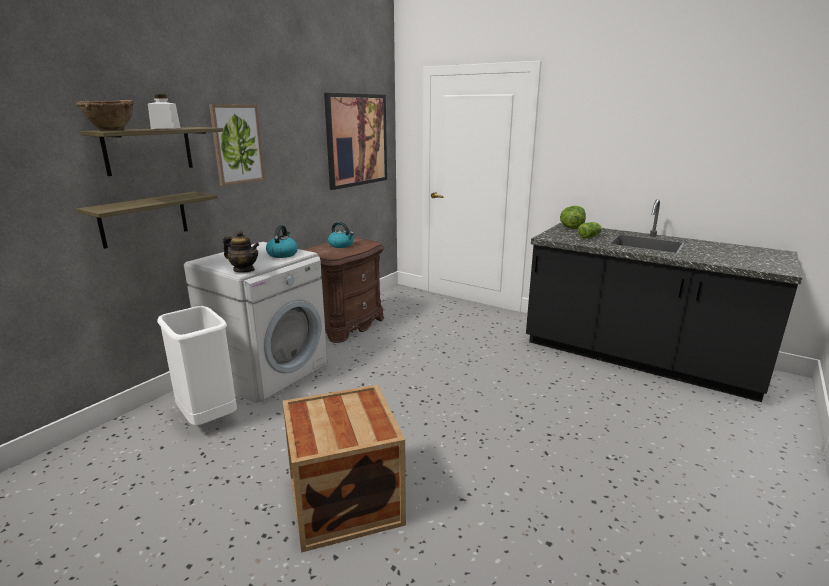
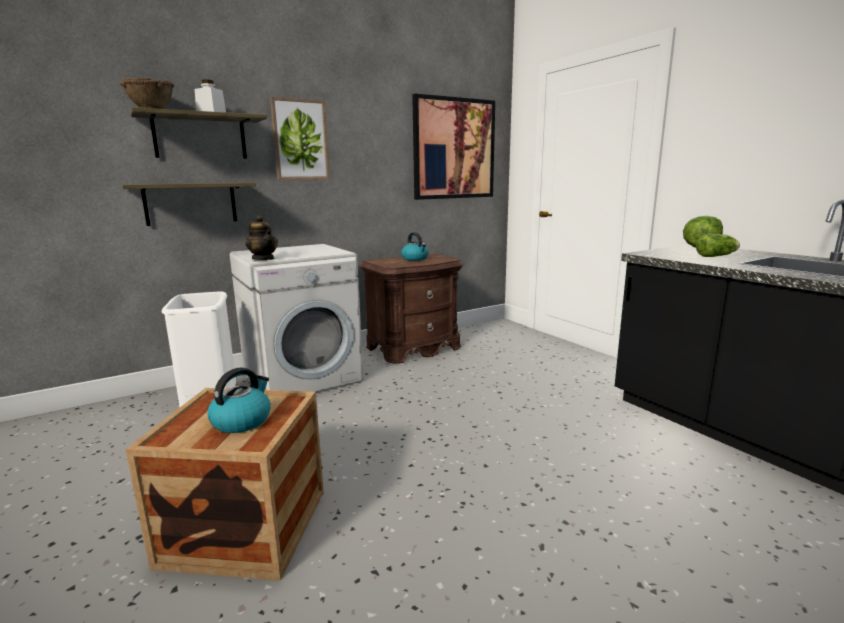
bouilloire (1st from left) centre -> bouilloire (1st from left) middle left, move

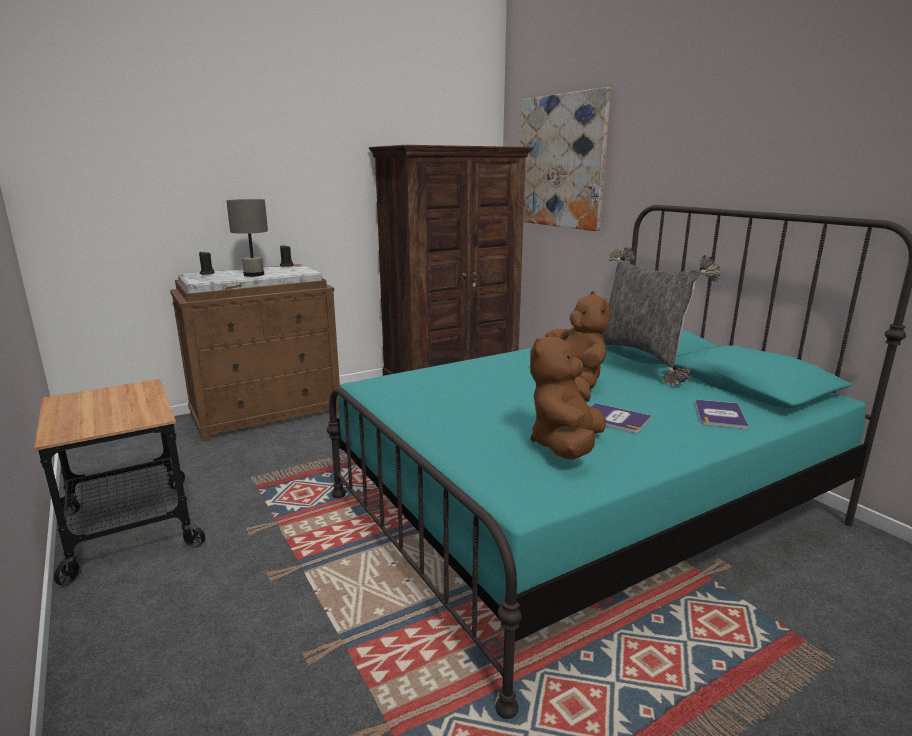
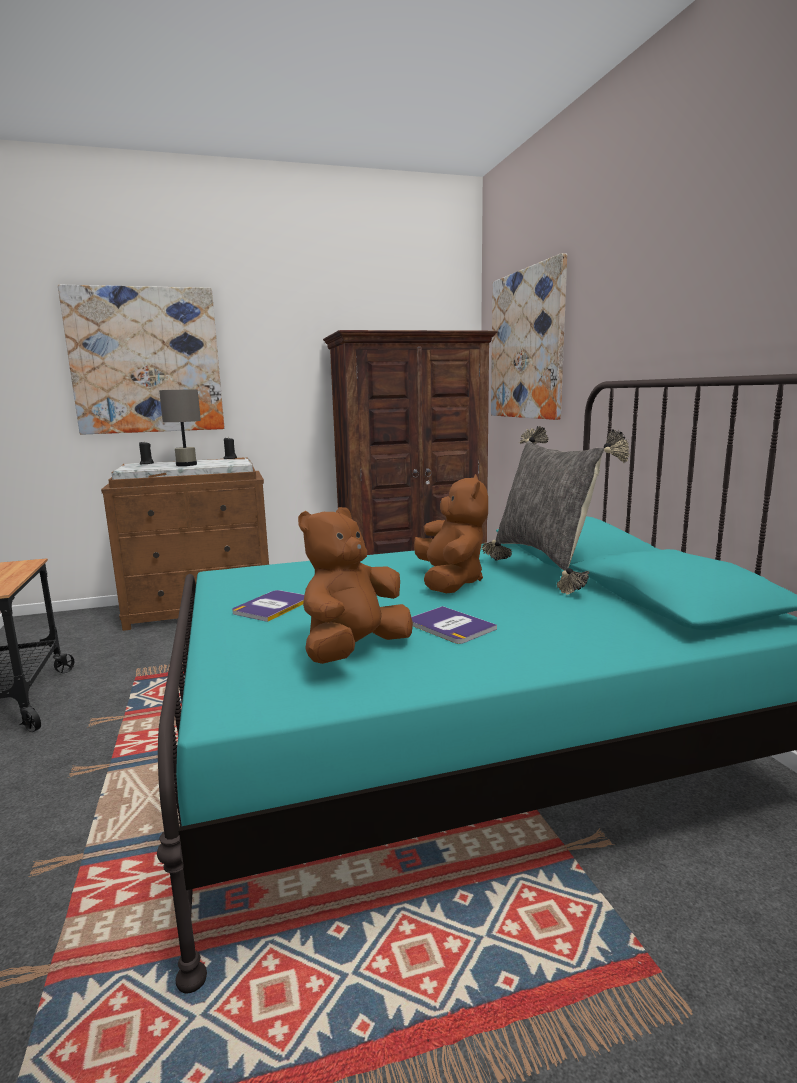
livre (2nd from left in the first image) middle right -> livre (1st from left) centre, move
none -> tableau (1st from left) top left

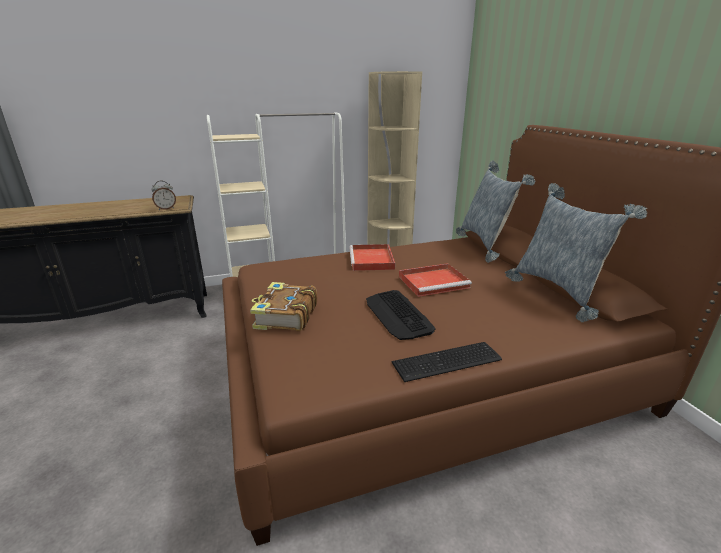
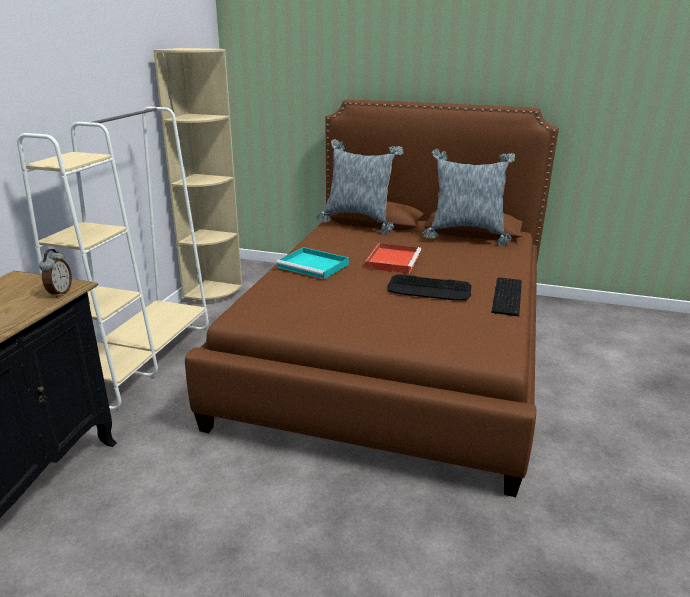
livre centre -> none
plateau (rouge) (1st from left) centre -> plateau (turquoise) centre

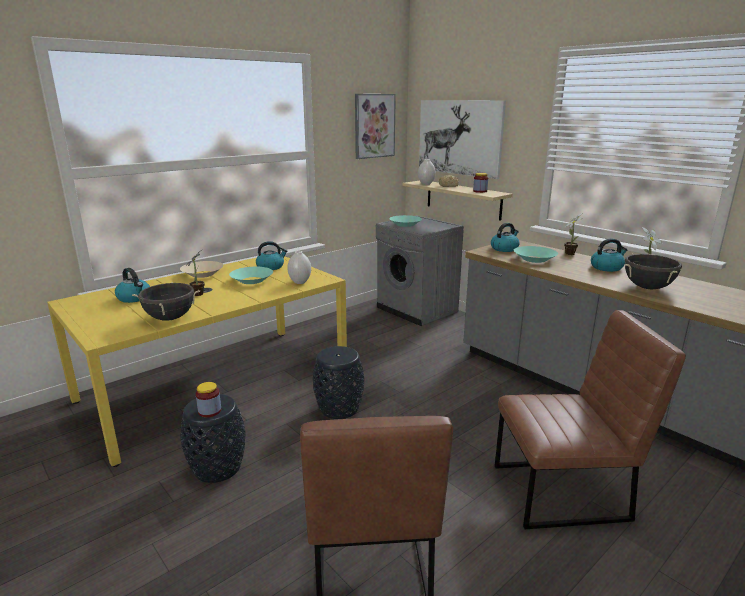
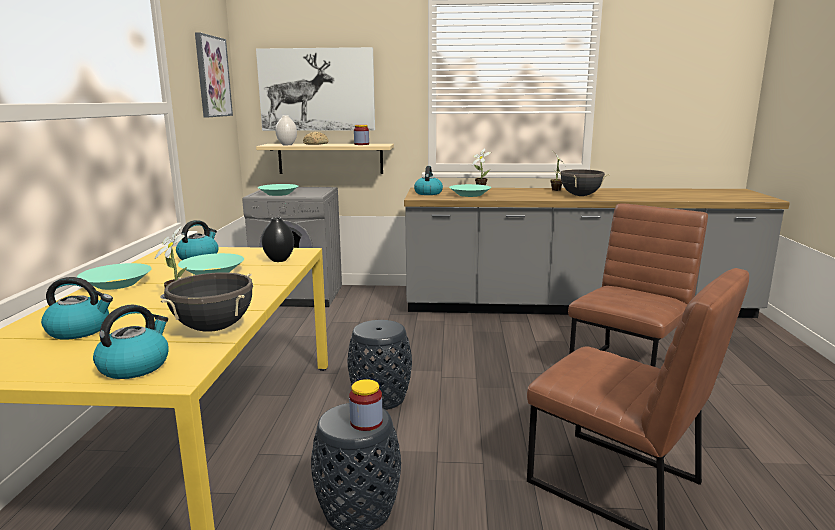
bol (beige) middle left -> bol (turquoise) (1st from left) middle left
vase (blanc) (1st from left) centre -> vase (noir) middle left
bouilloire (4th from left in the first image) middle right -> bouilloire (2nd from left) middle left, move

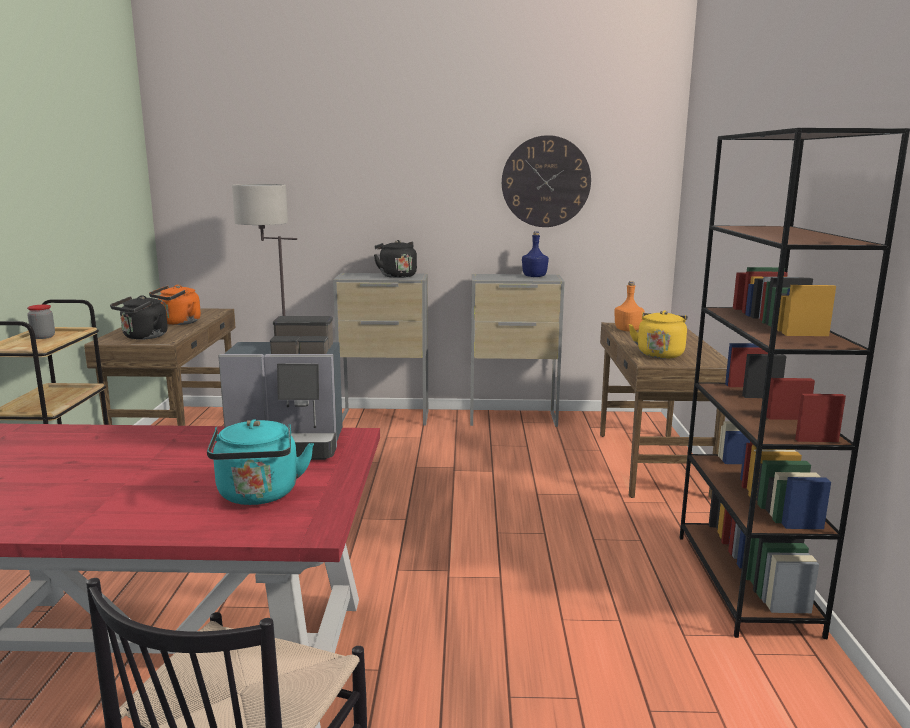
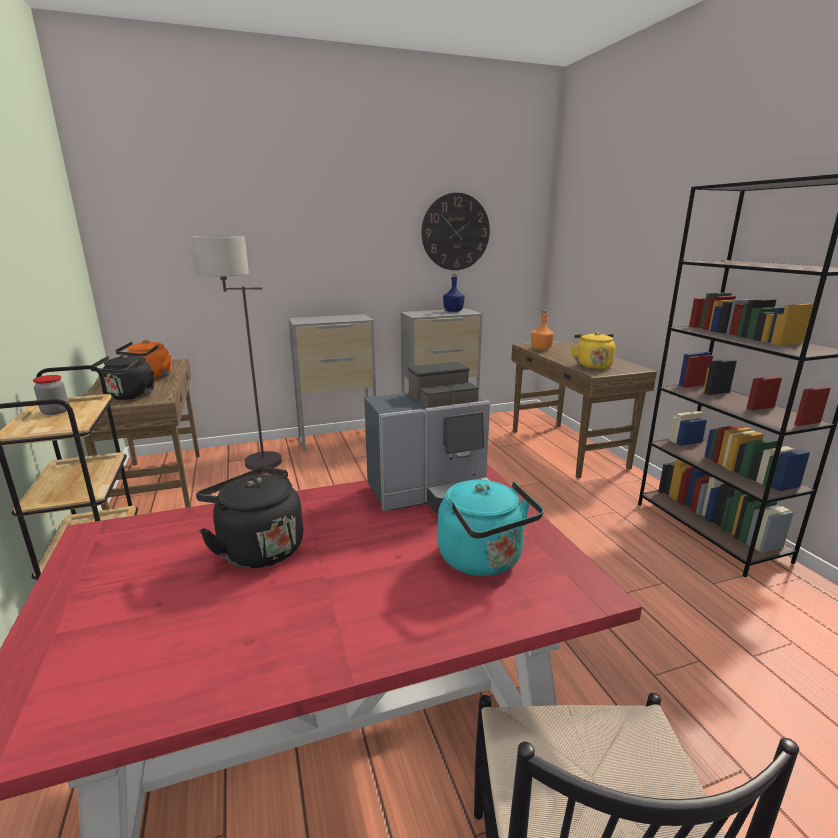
bouilloire (noir) (2nd from left) centre -> bouilloire (noir) (2nd from left) middle left, move

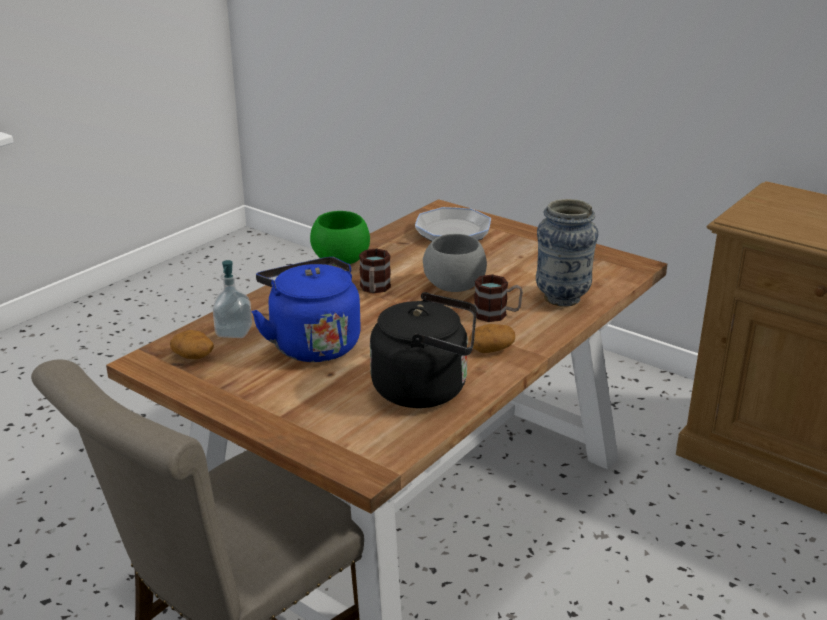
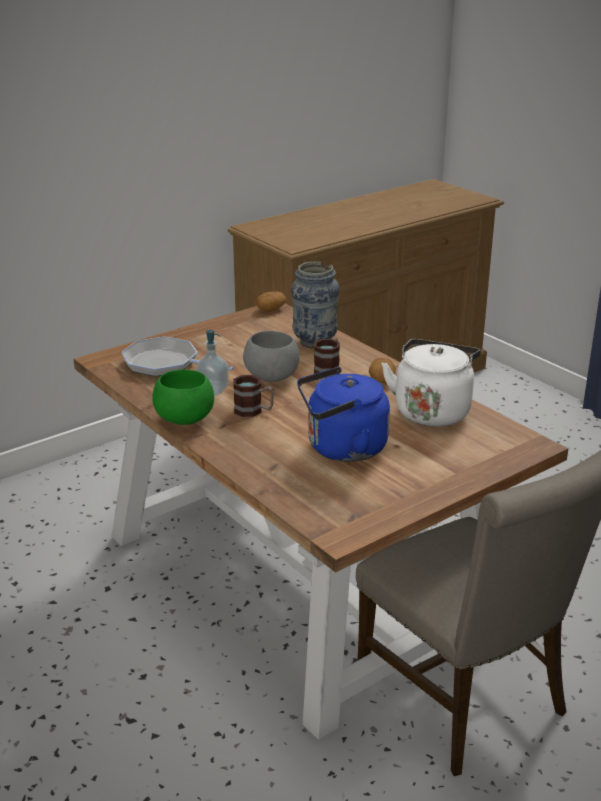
pomme de terre (1st from left) middle left -> pomme de terre (1st from left) centre, move
distributeur de savon middle left -> distributeur de savon centre, move
bouilloire (noir) centre -> bouilloire (blanc) middle right

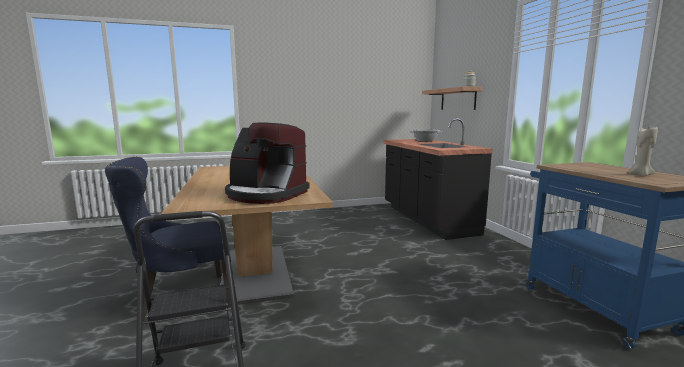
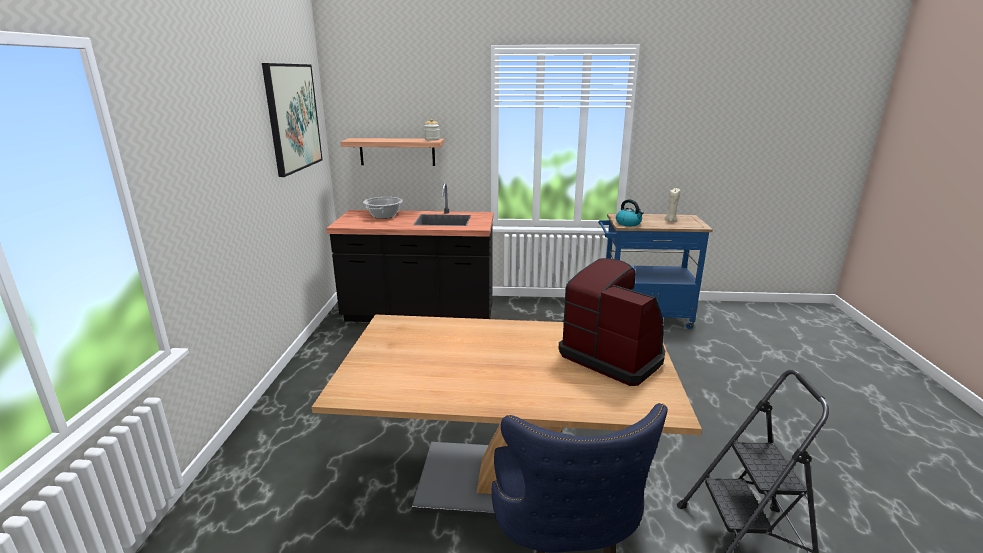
machine à café centre, 90 degrees counterclockwise
none -> tableau top left
none -> bouilloire centre

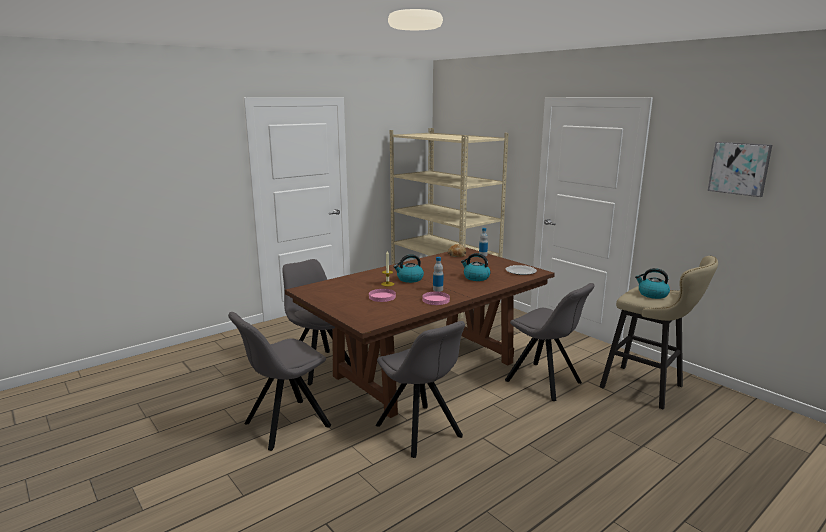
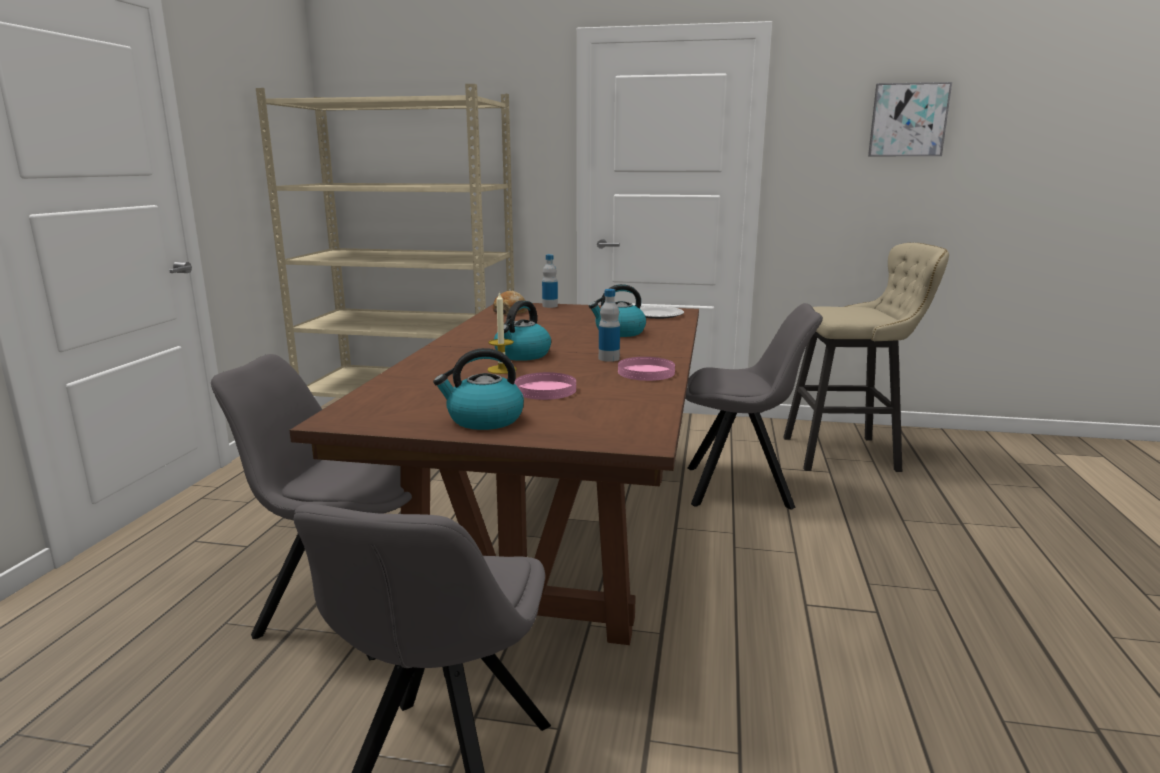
chaise (gris) (3rd from left) bottom centre -> none
bouilloire (3rd from left in the first image) middle right -> bouilloire (1st from left) centre, move

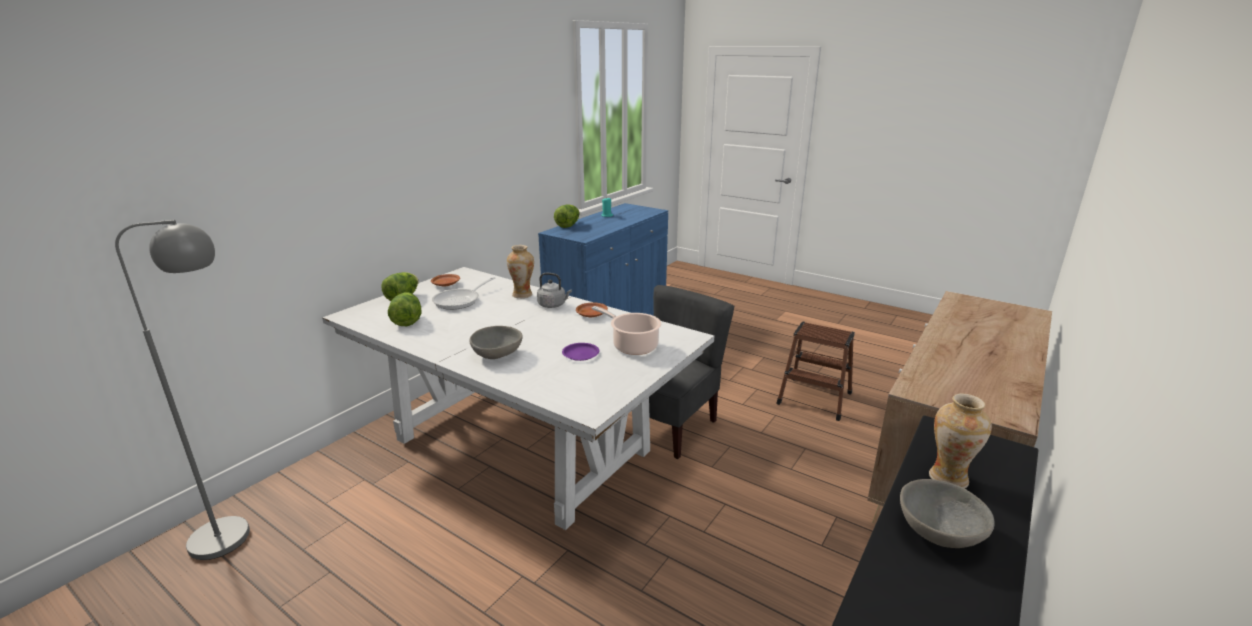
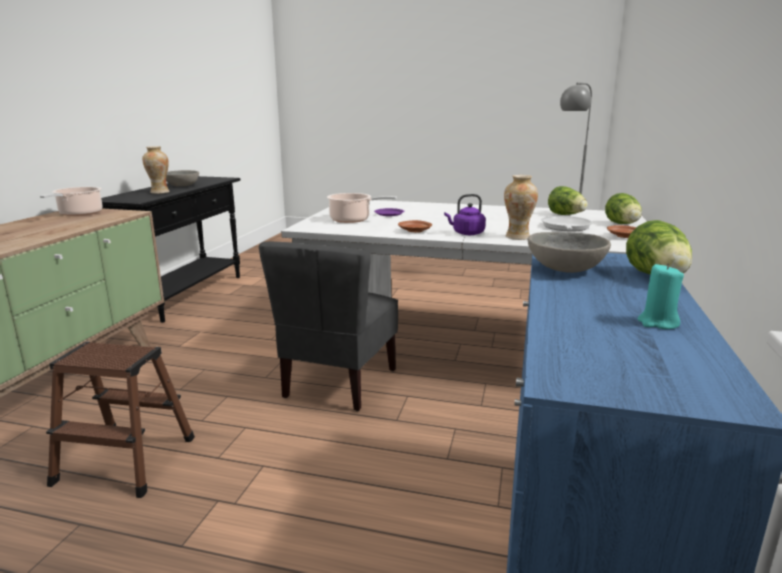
bol (gris) (1st from left in the first image) centre -> bol (gris) (2nd from left) middle right, move
bouilloire (gris) centre -> bouilloire (violet) centre
none -> marmite (1st from left) middle left

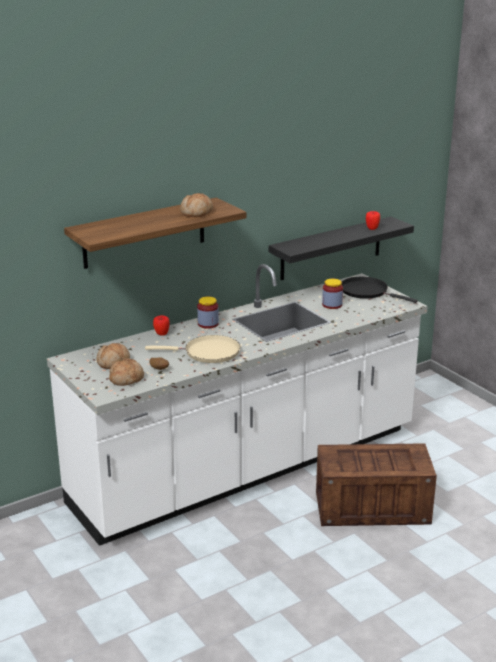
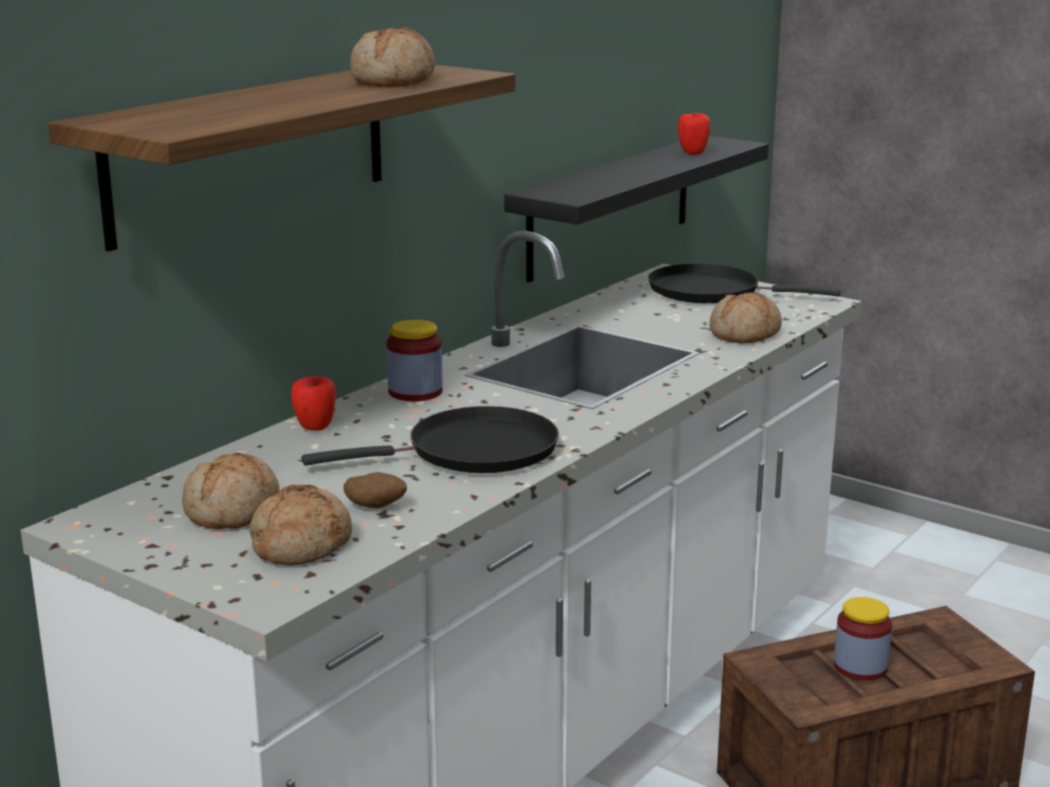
poêle (beige) centre -> poêle (noir) (1st from left) centre
bocal (2nd from left) middle right -> bocal (2nd from left) bottom right, move
none -> pain (4th from left) middle right

